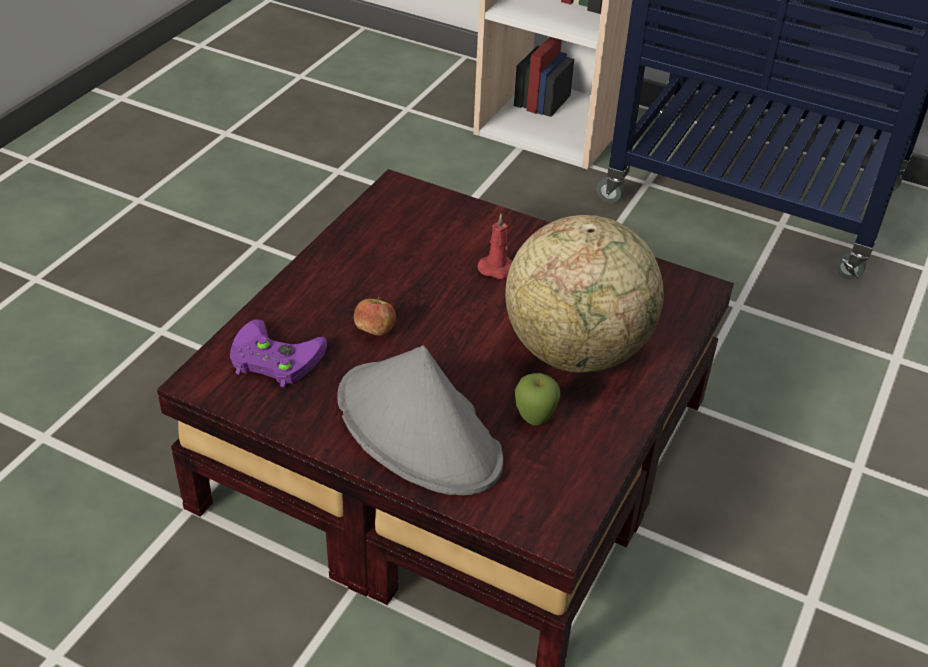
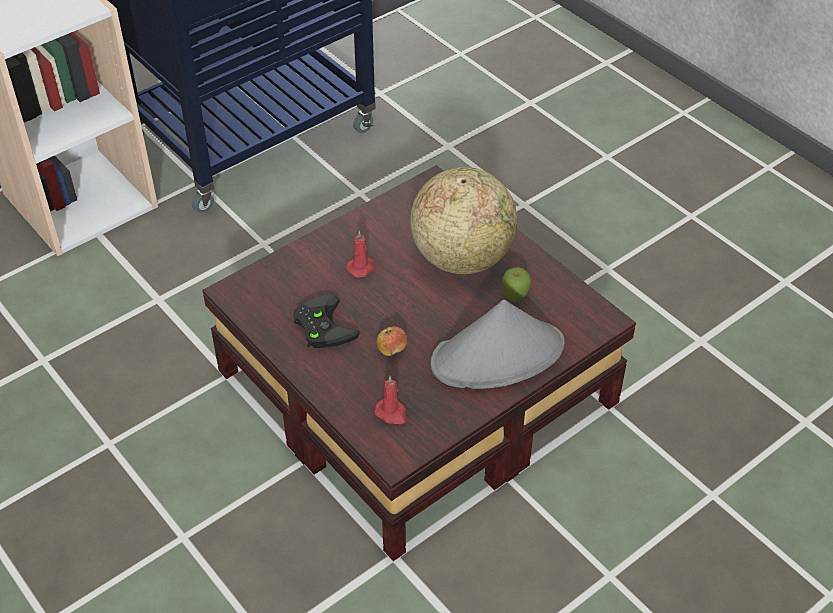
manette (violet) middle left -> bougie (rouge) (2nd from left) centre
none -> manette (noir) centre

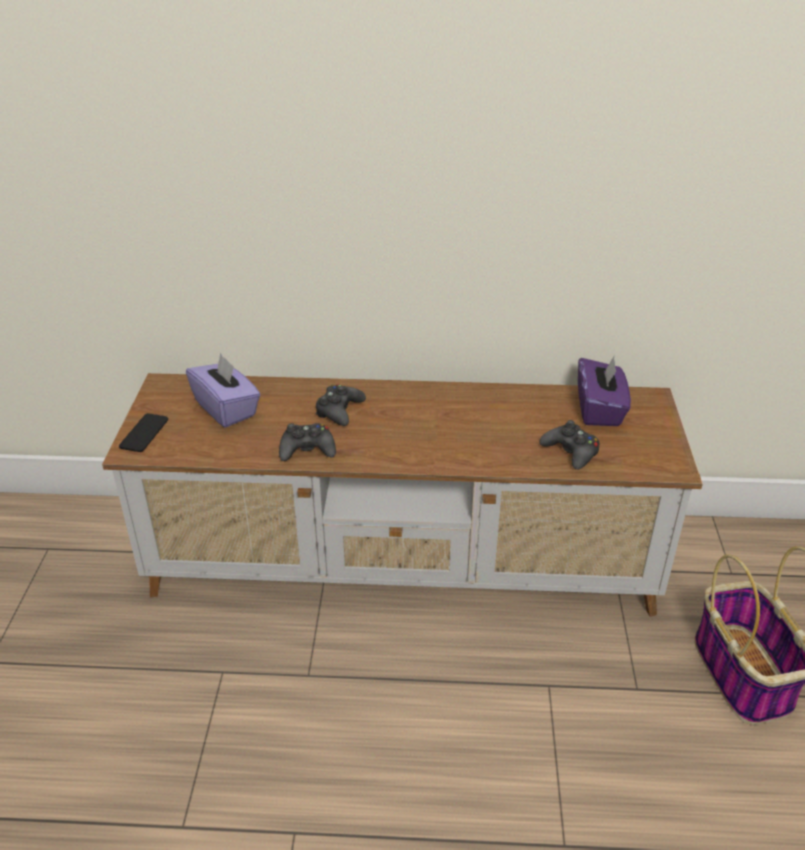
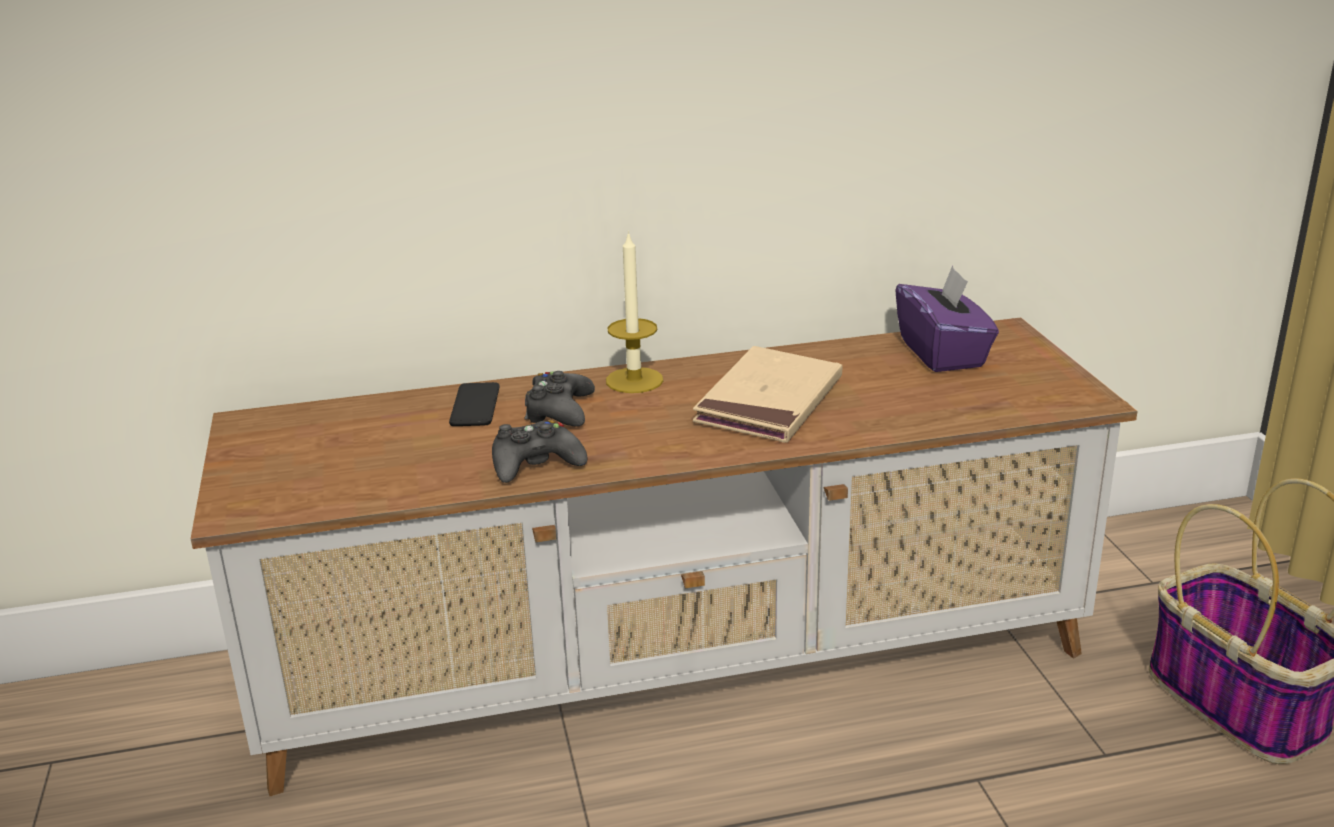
téléphone middle left -> téléphone centre, move
boîte à mouchoirs (violet) (1st from left) middle left -> none
manette (noir) (3rd from left) middle right -> none
none -> bougie centre
none -> livre (beige) centre

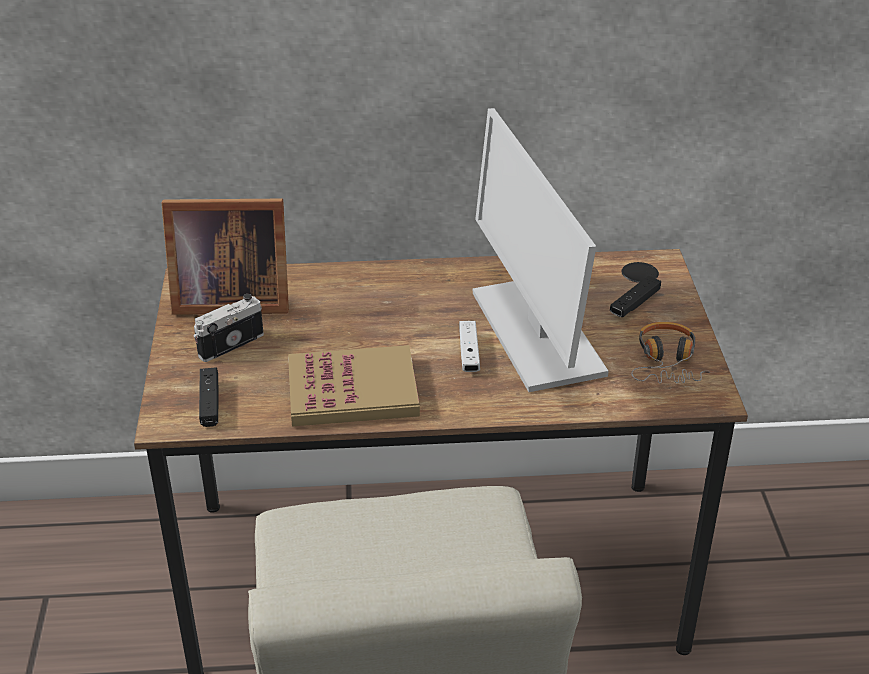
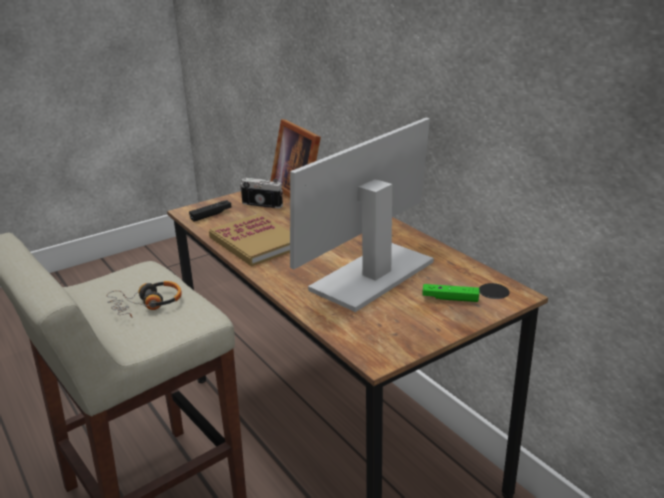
manette (blanc) centre -> none
manette (noir) (2nd from left) middle right -> manette (vert) middle right
casque audio middle right -> casque audio middle left, move

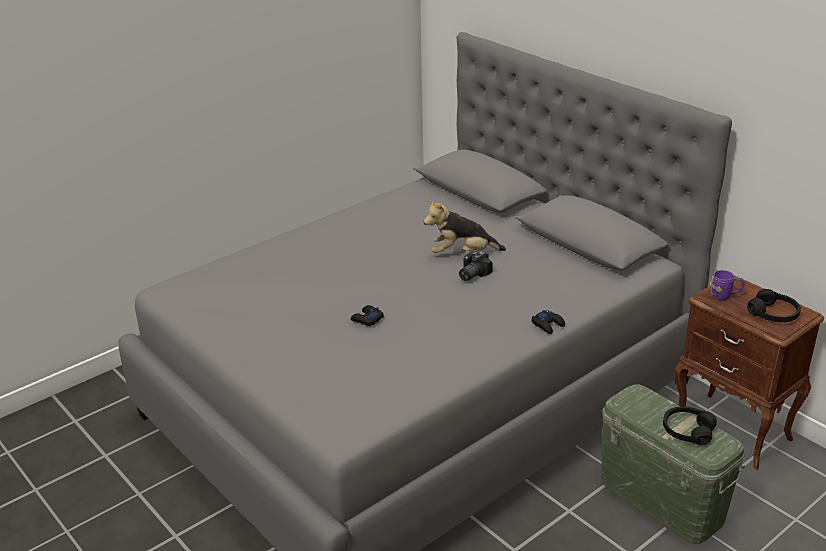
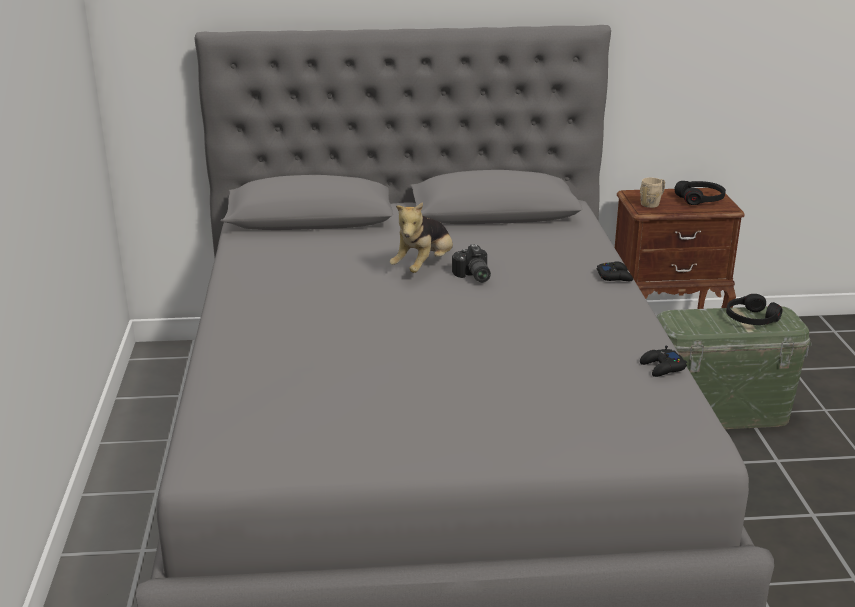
manette (noir) (1st from left in the first image) centre -> manette (noir) (2nd from left) middle right, move
mug (violet) middle right -> mug (beige) top right

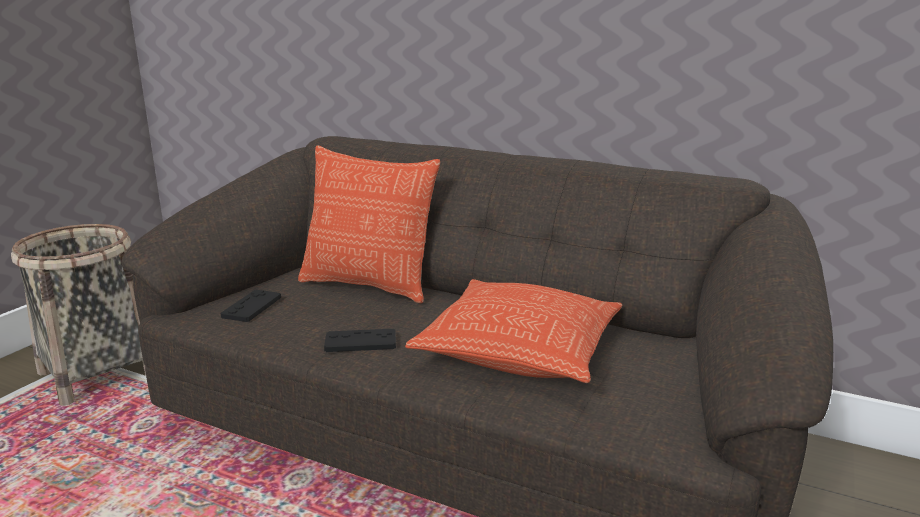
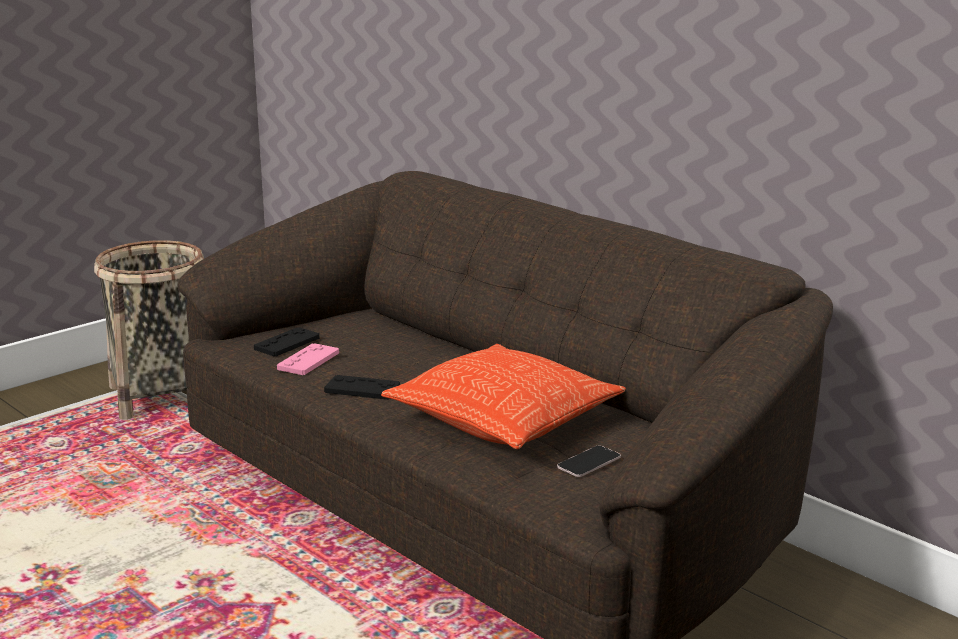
coussin (orange) (1st from left) centre -> none
none -> manette (rose) middle left
none -> téléphone bottom centre

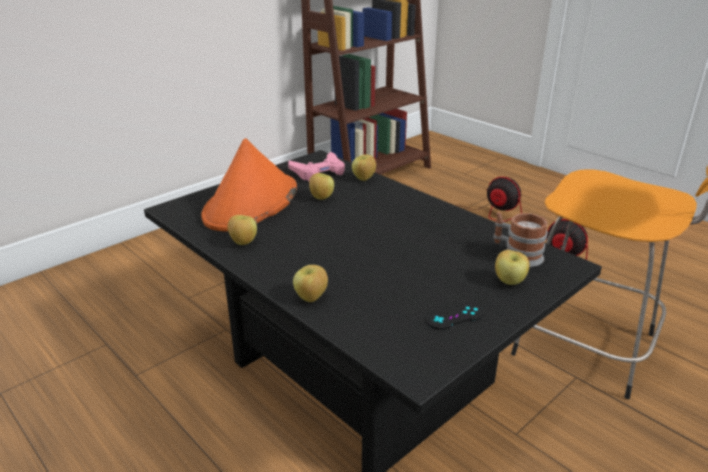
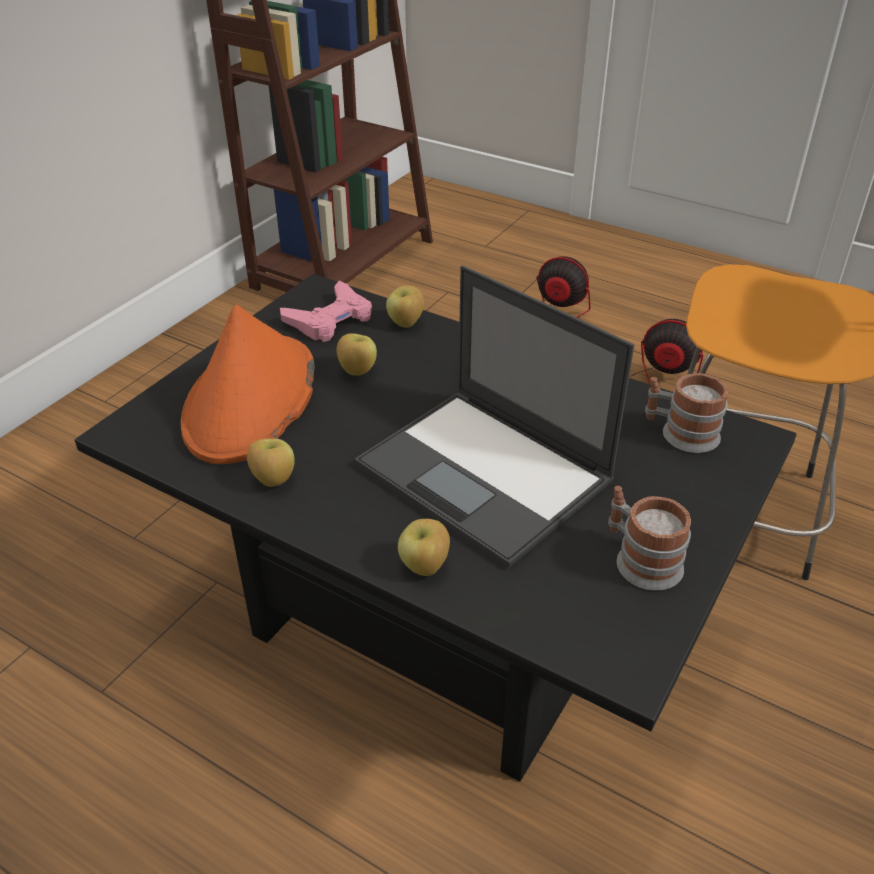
manette (noir) bottom centre -> mug (1st from left) middle right
pomme (5th from left) middle right -> none
none -> ordinateur portable centre

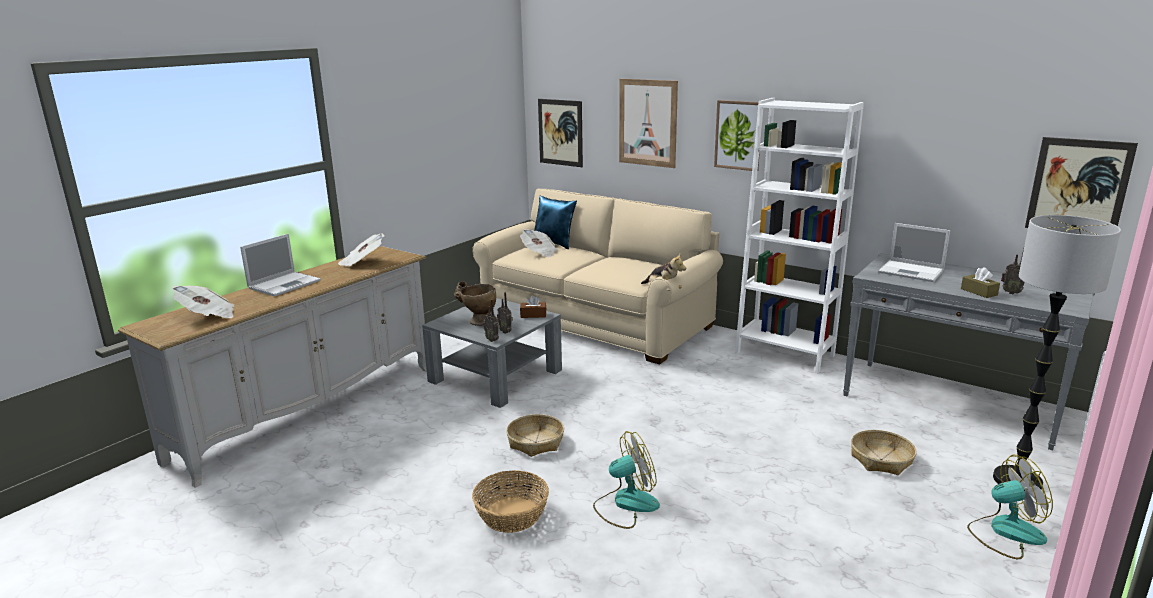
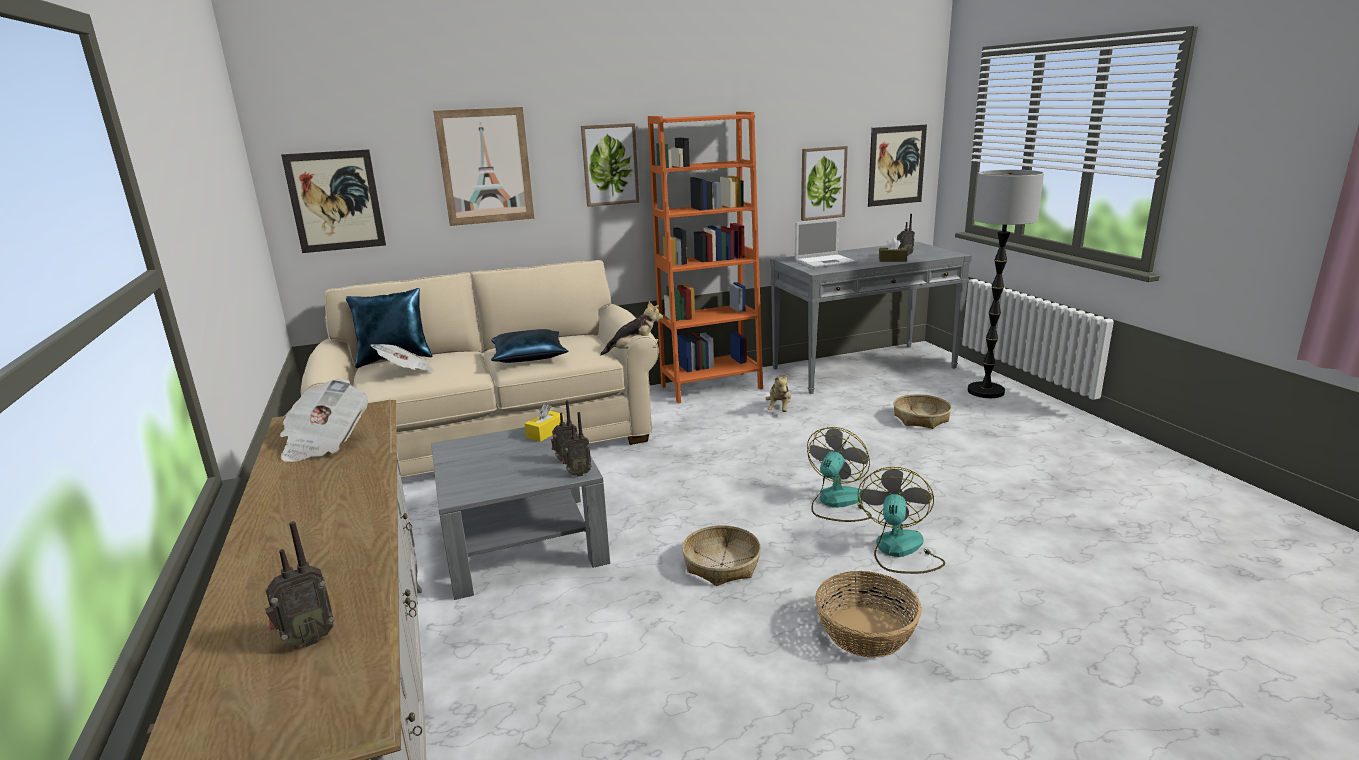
journal (1st from left) middle left -> radio (1st from left) bottom left
ordinateur portable (1st from left) middle left -> none
vase (beige) centre -> none
boîte à mouchoirs (marron) (1st from left) centre -> boîte à mouchoirs (jaune) centre
bibliothèque (blanc) middle right -> bibliothèque (orange) centre
ventilateur (2nd from left in the first image) bottom right -> ventilateur (1st from left) centre, move
none -> coussin (bleu) (2nd from left) centre
none -> peluche (2nd from left) centre
none -> tableau (4th from left) top centre

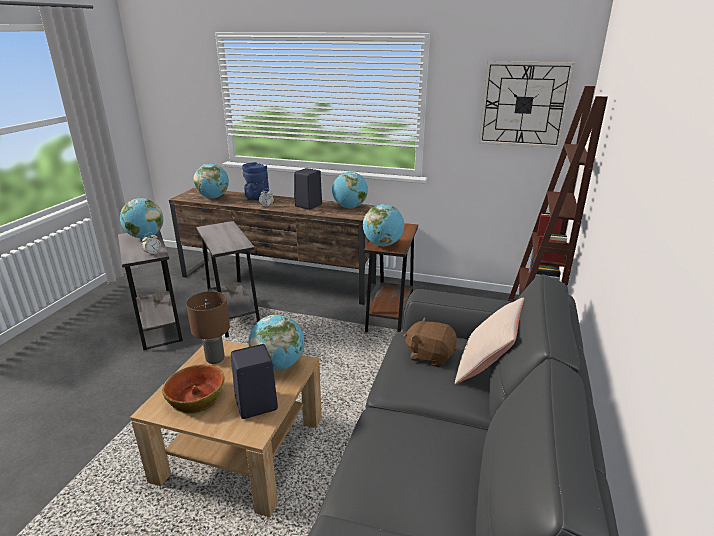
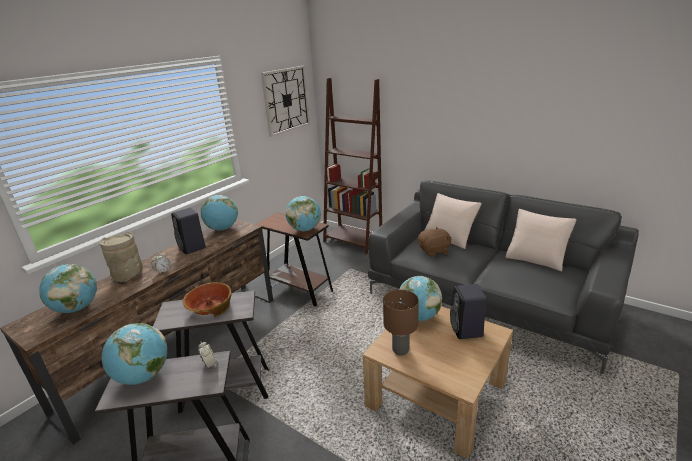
bol bottom left -> bol middle left, move
vase (bleu) centre -> vase (beige) middle left
peluche (marron) centre, 150 degrees counterclockwise
none -> coussin (beige) (2nd from left) middle right

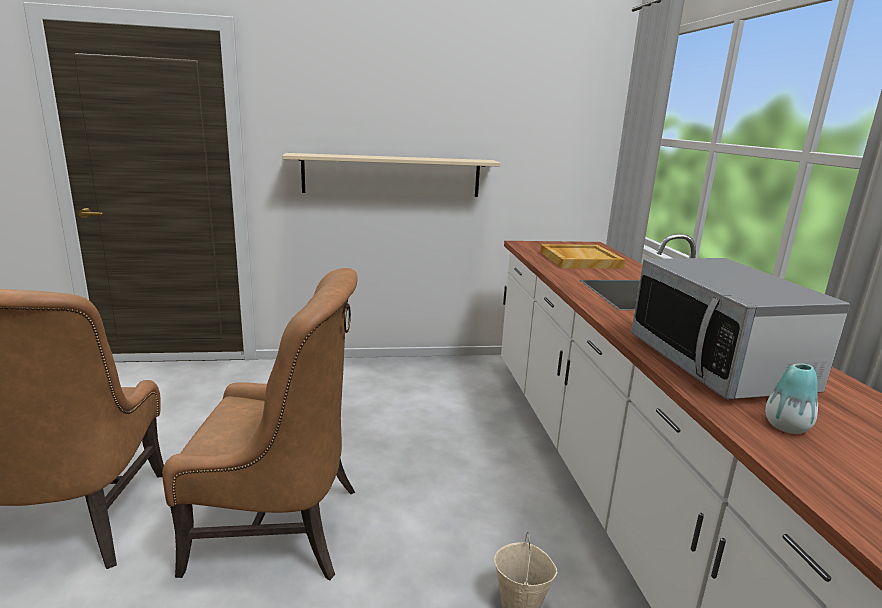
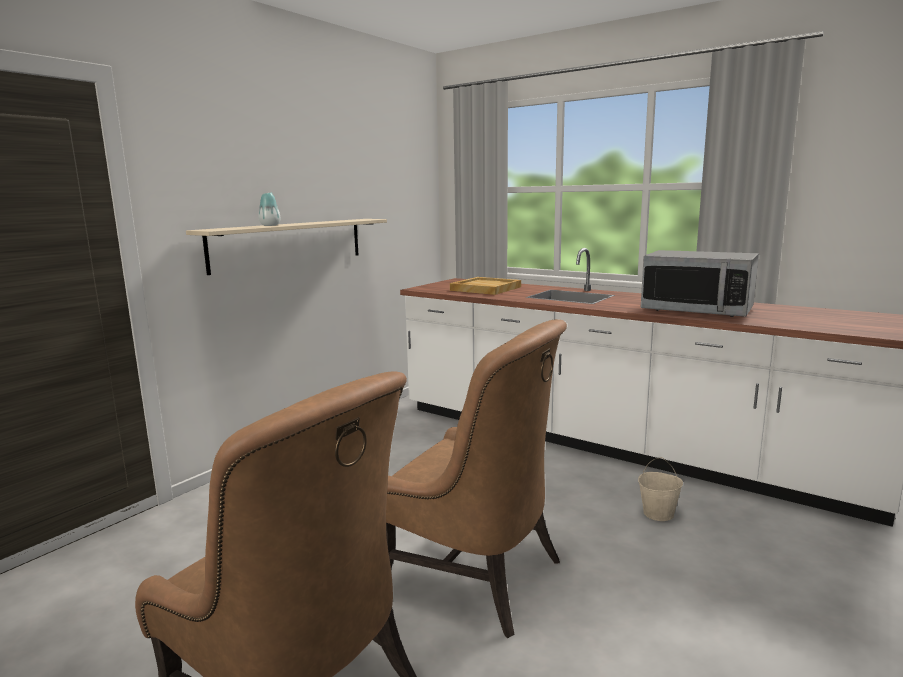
chaise (marron) (2nd from left) bottom left -> chaise (marron) (2nd from left) bottom centre, 75 degrees clockwise
vase middle right -> vase top left, move

